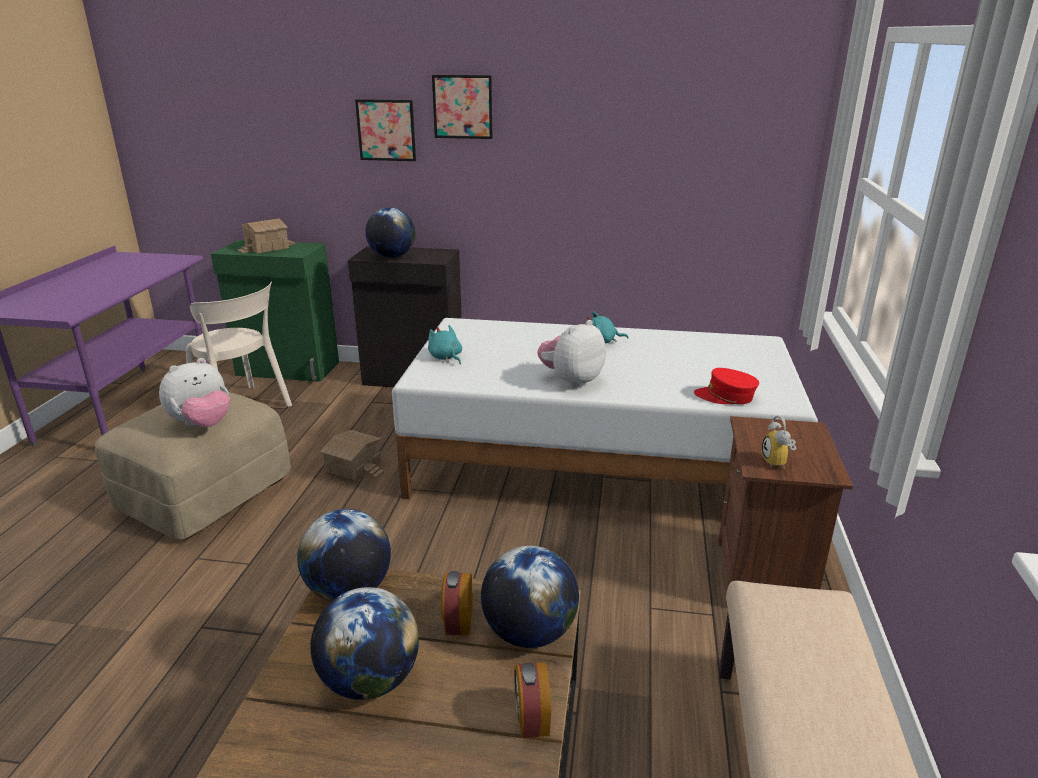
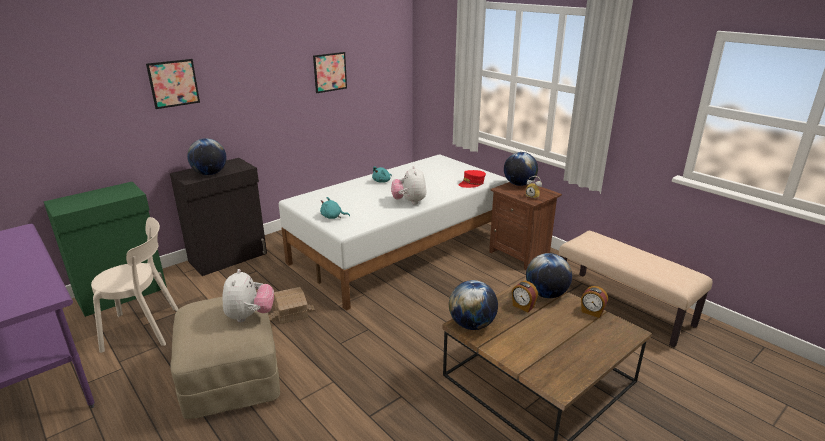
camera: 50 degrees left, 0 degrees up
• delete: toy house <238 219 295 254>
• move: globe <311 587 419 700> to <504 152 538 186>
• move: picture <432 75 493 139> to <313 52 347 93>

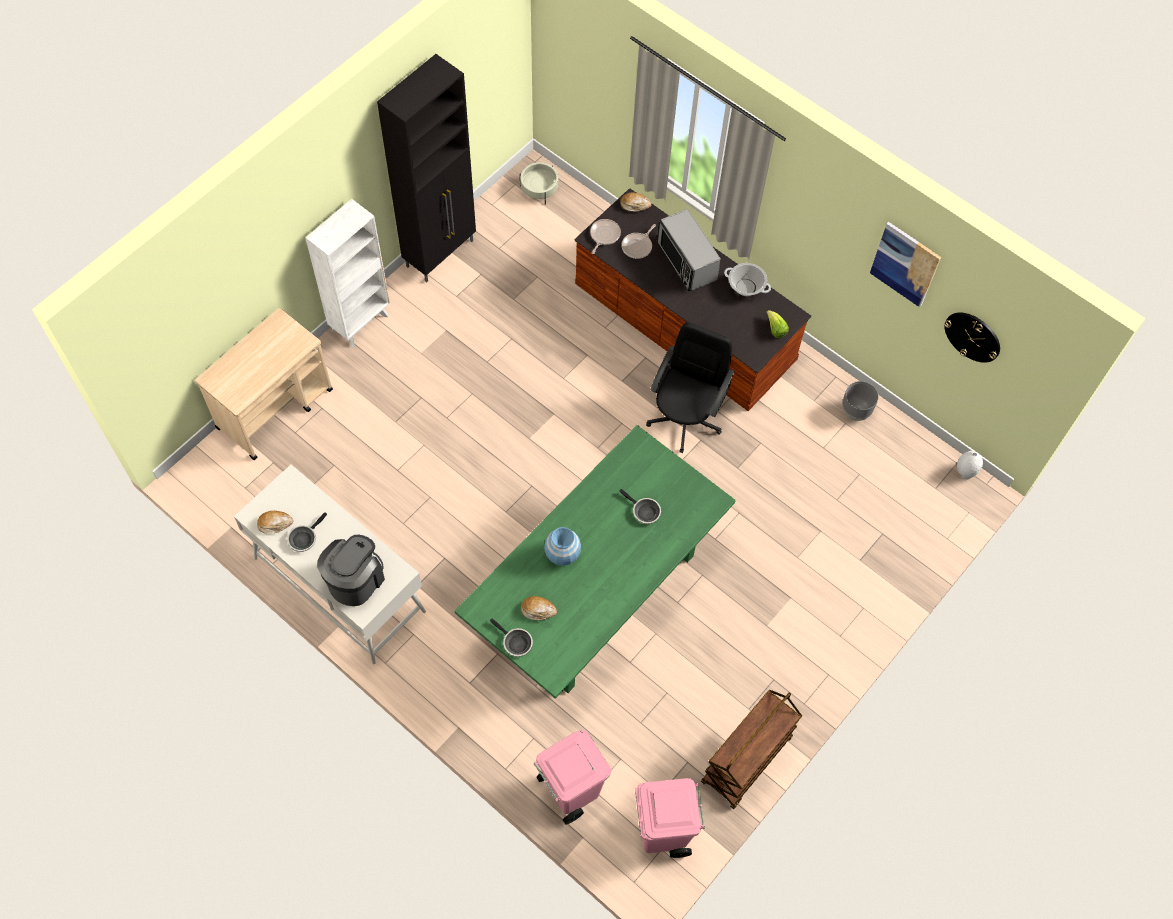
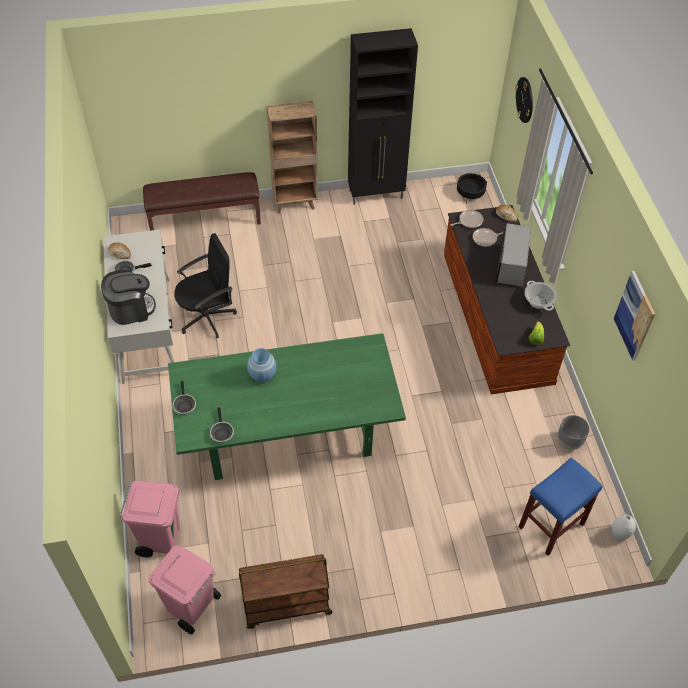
camera: 40 degrees right, 10 degrees down
• replace: cart/beige <195 308 333 460> to bench/brown <143 172 261 231>
• recolor: bookcase/white <306 199 390 347> to bookcase/brown <267 101 318 214>
• recolor: planter/beige <520 162 558 205> to planter/black <457 173 487 204>
• delete: bread <521 596 557 620>
• move: frying pan <619 489 661 524> to <210 407 234 443>
• move: office chair/black <646 322 735 453> to <174 233 237 338>
• move: wall clock <944 312 1000 363> to <515 77 533 123>
• insert: stool/blue <518 457 603 556>

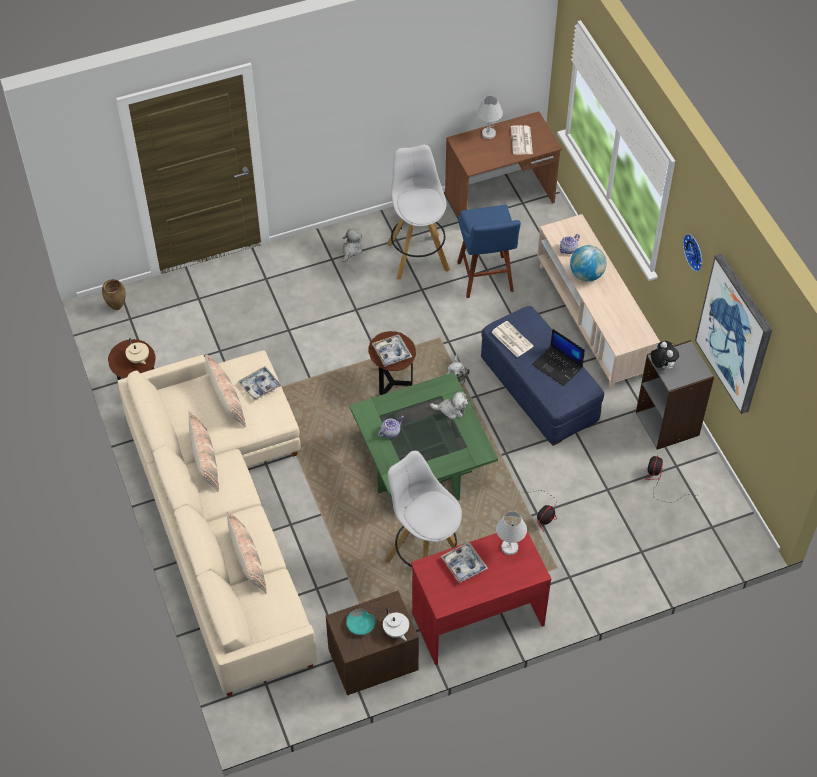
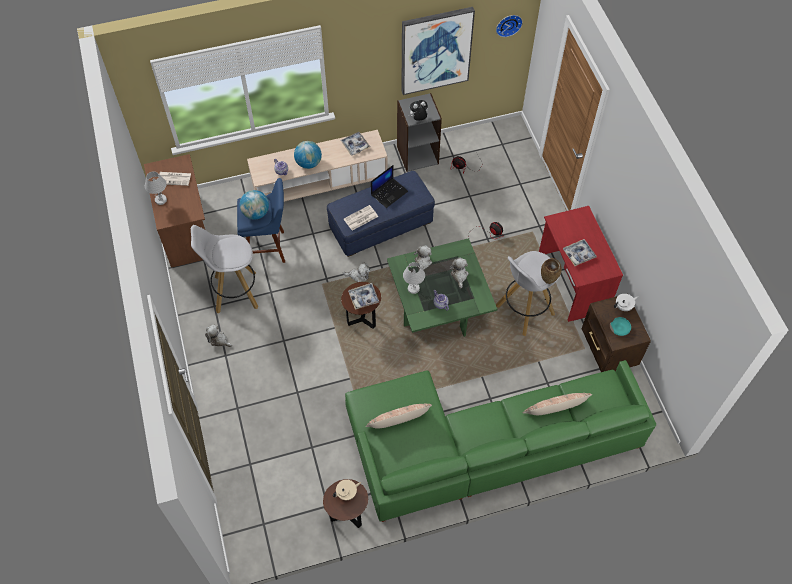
camera: 85 degrees left, 5 degrees up
• move: vase/brown <102 279 126 310> to <541 258 562 284>
• recolor: sofa/beige <118 350 317 697> to sofa/green <345 360 656 522>
• delete: pillow <188 412 219 492>
• move: tray <239 366 281 401> to <340 132 370 156>
• move: table lamp/white <496 511 527 555> to <403 262 425 294>
• move: wall clock <683 234 702 272> to <496 15 523 37>
• insert: globe <240 190 269 219>
• insert: plush toy <450 258 469 289>

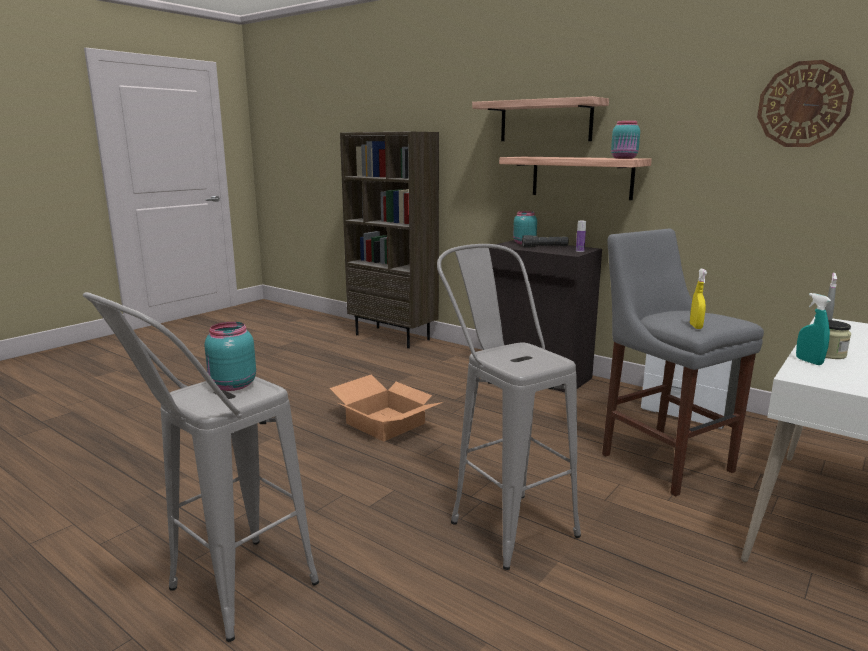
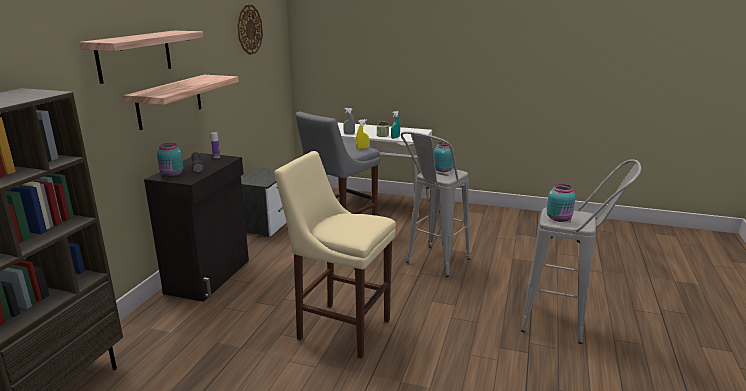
camera: 110 degrees left, 5 degrees up
• replace: cardboard box <330 375 443 442> to stool/beige <274 151 396 359>
• move: jar/turquoise <611 121 640 159> to <434 142 454 172>

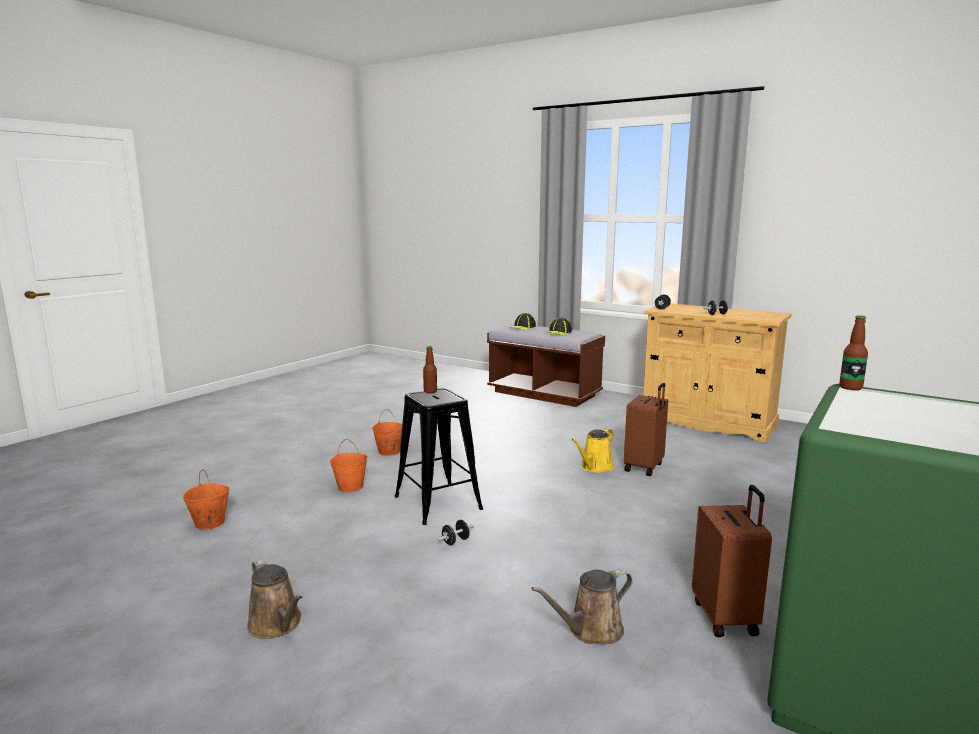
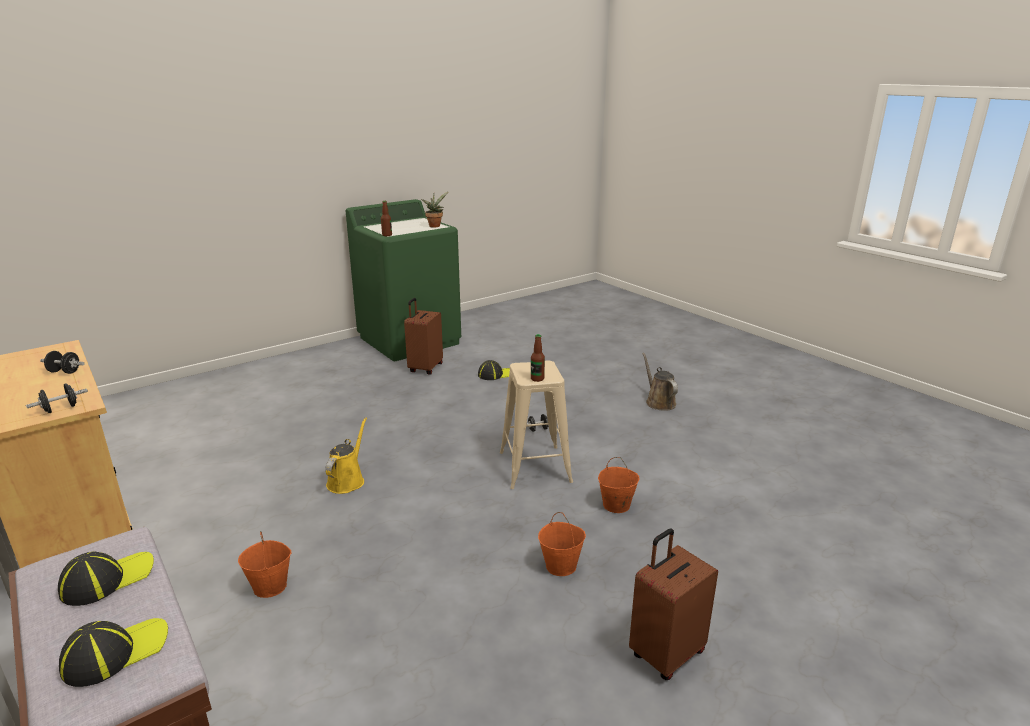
camera: 160 degrees left, 10 degrees up
• move: bucket/orange <183 469 230 530> to <238 531 292 598>
• recolor: stool/black <394 388 483 525> to stool/beige <500 361 573 489>
• replace: watering can/brown <531 569 633 644> to cap <478 360 510 380>
• rotate: watering can/yellow <571 429 614 473> = <325 417 367 494> 45 degrees counterclockwise
• move: suitcase/brown <624 383 668 476> to <629 528 718 680>
• insert: potted plant <421 191 449 228>

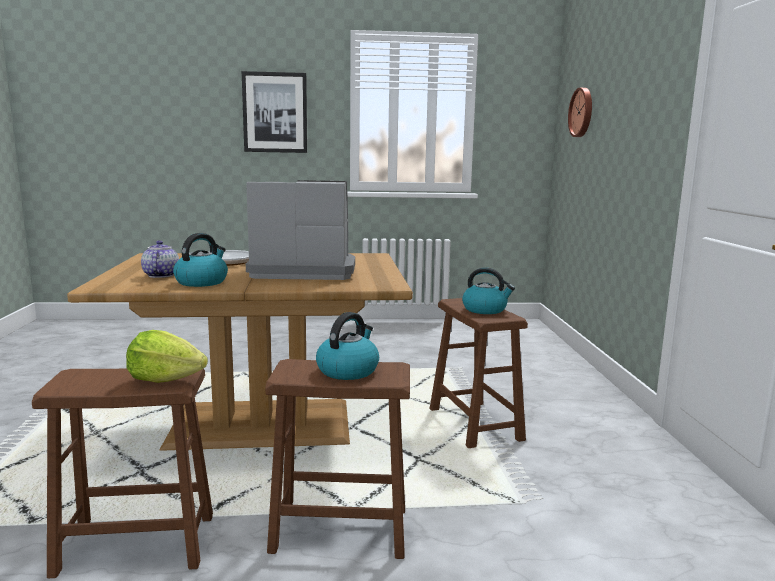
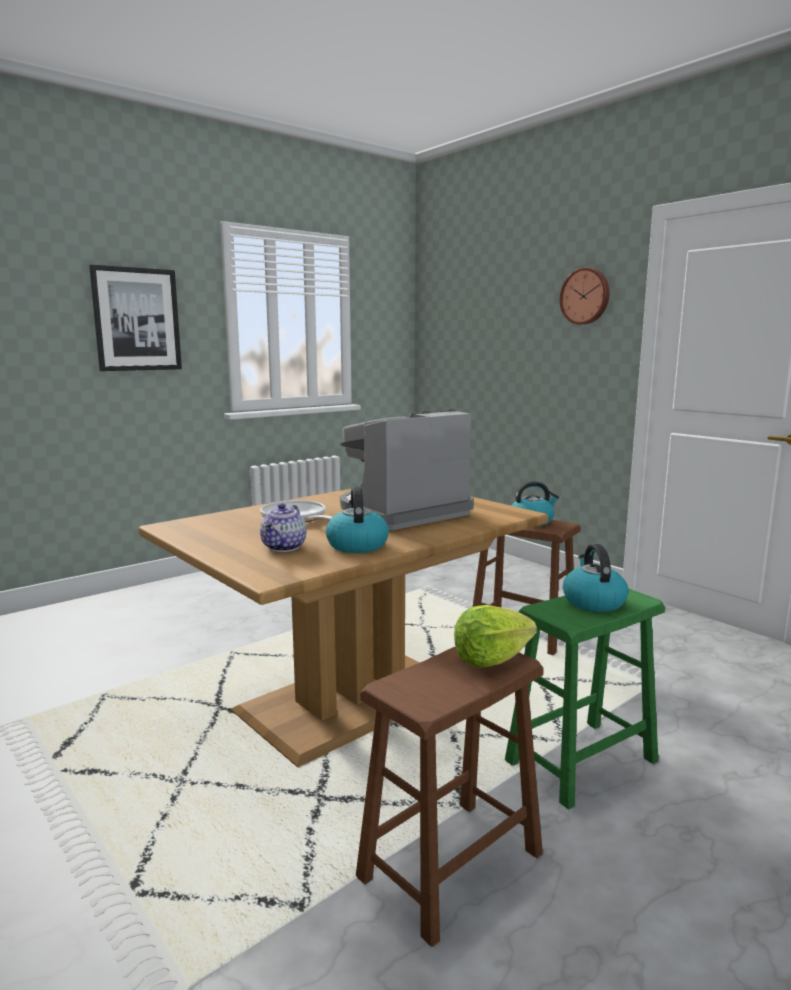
camera: 35 degrees left, 0 degrees up
• rotate: teapot <141 240 179 278> = <260 503 307 552> 120 degrees counterclockwise
• recolor: stool/brown <265 359 410 559> to stool/green <505 588 665 810>
• move: wall clock <568 88 592 137> to <560 268 609 325>

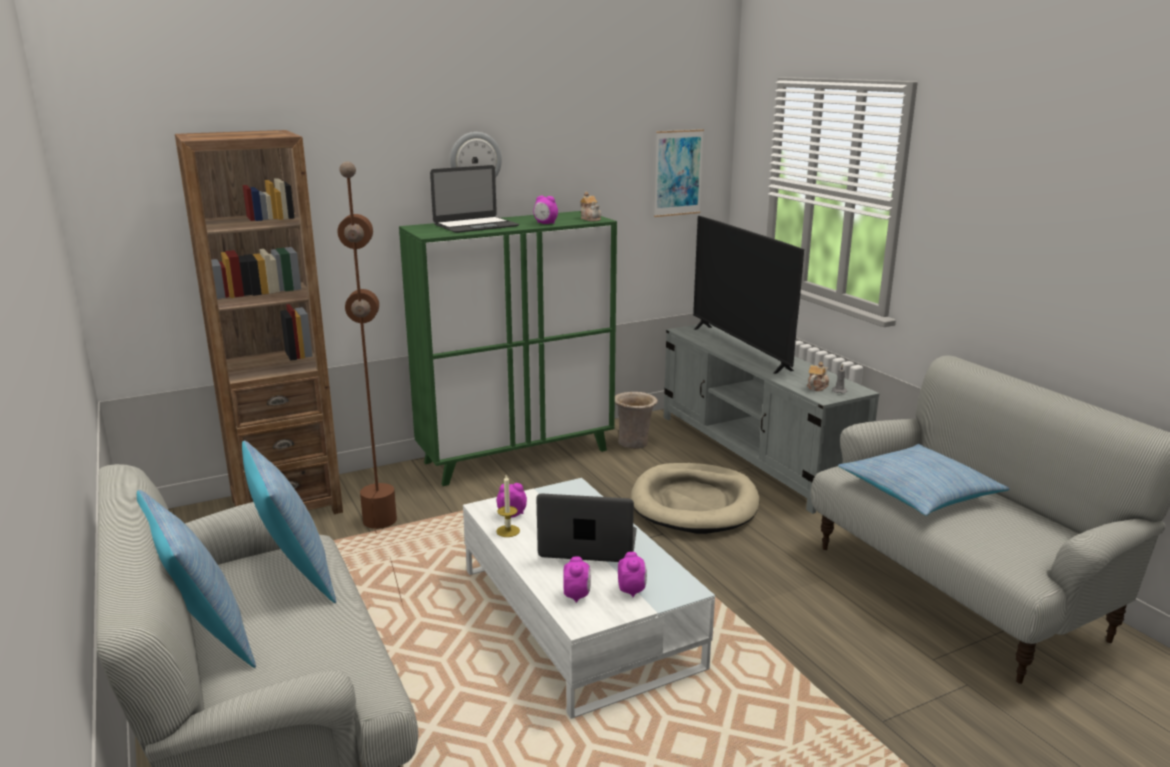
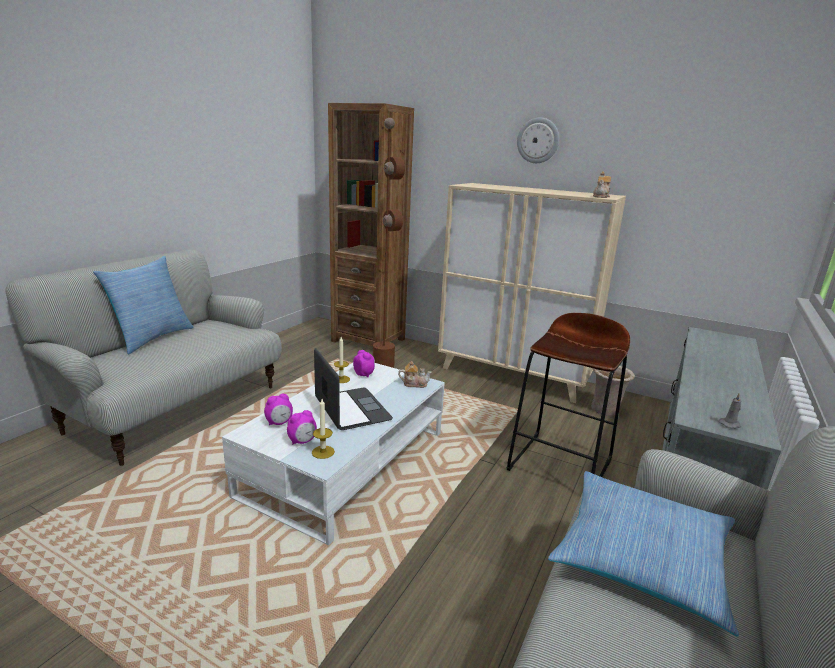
camera: 55 degrees right, 0 degrees up
• delete: pillow <242 441 336 603>
• recolor: cabinet/green <399 211 617 486> to cabinet/beige <438 183 626 403>
• delete: laptop <430 165 519 233>
• delete: alarm clock <533 196 558 224>
• replace: dog bed/beige <631 463 760 534> to stool/brown <506 313 630 477>
• delete: picture <654 129 704 217>
• delete: television <693 216 804 374>
• move: teapot <807 362 829 391> to <398 361 432 388>
• insert: candle <312 399 335 459>

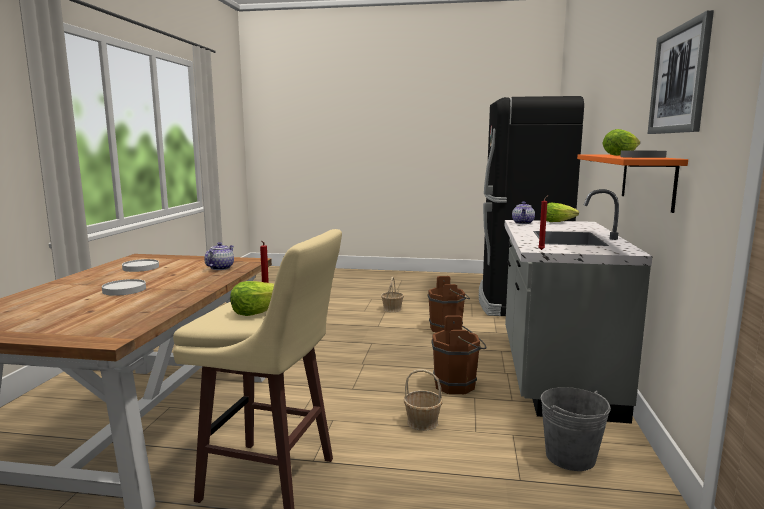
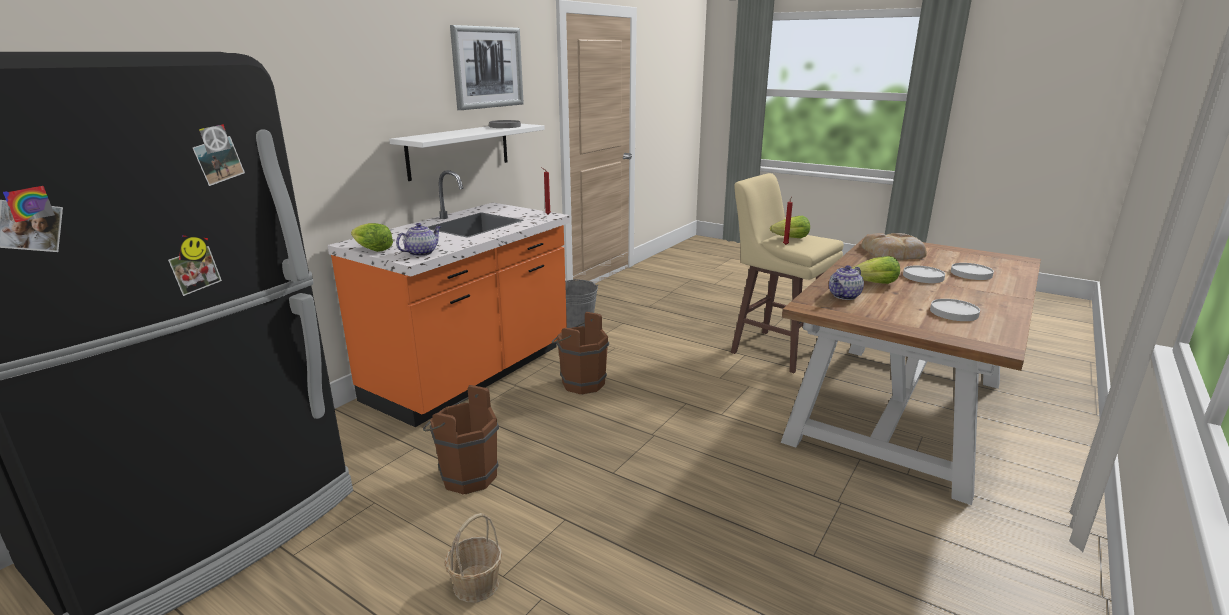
camera: 155 degrees left, 10 degrees up
• delete: basket <404 369 442 431>
• recolor: counter/grey <505 189 653 424> to counter/orange <327 170 570 427>
• recolor: shelf/orange <577 154 688 213> to shelf/white <389 124 545 181>
• move: lettuce <602 129 640 156> to <852 256 900 284>
• insert: bread <861 233 927 260>
• insert: plate/white <951 263 994 280>

